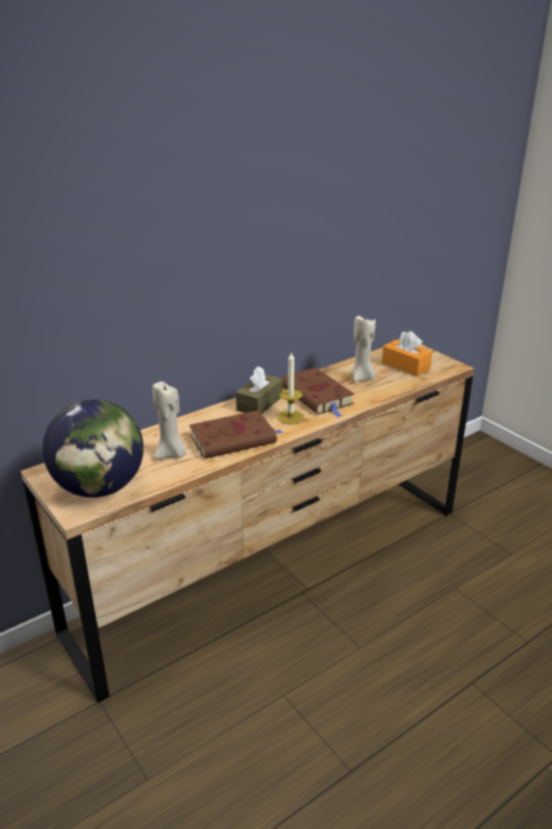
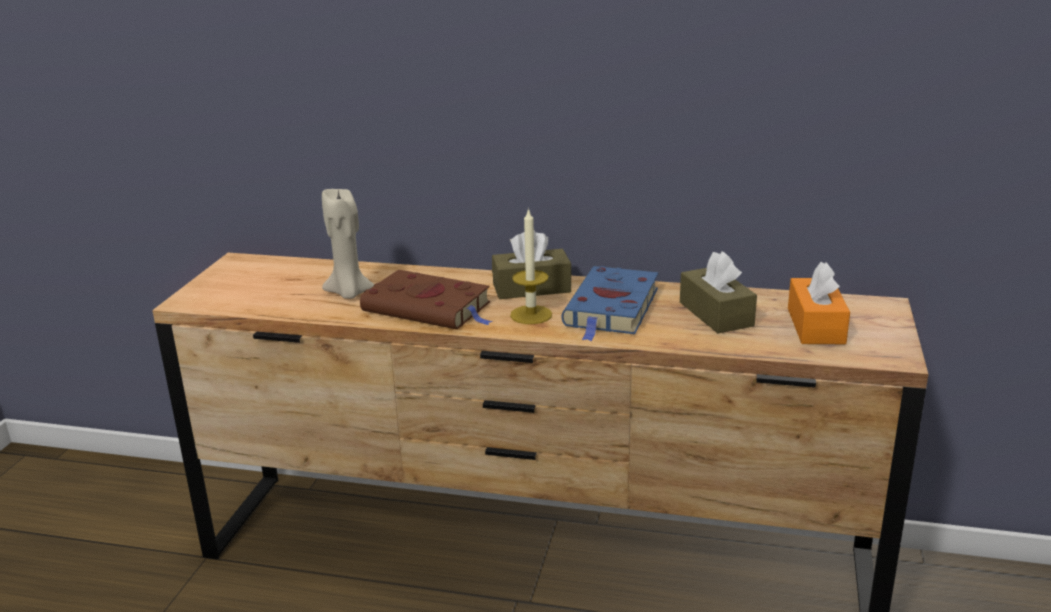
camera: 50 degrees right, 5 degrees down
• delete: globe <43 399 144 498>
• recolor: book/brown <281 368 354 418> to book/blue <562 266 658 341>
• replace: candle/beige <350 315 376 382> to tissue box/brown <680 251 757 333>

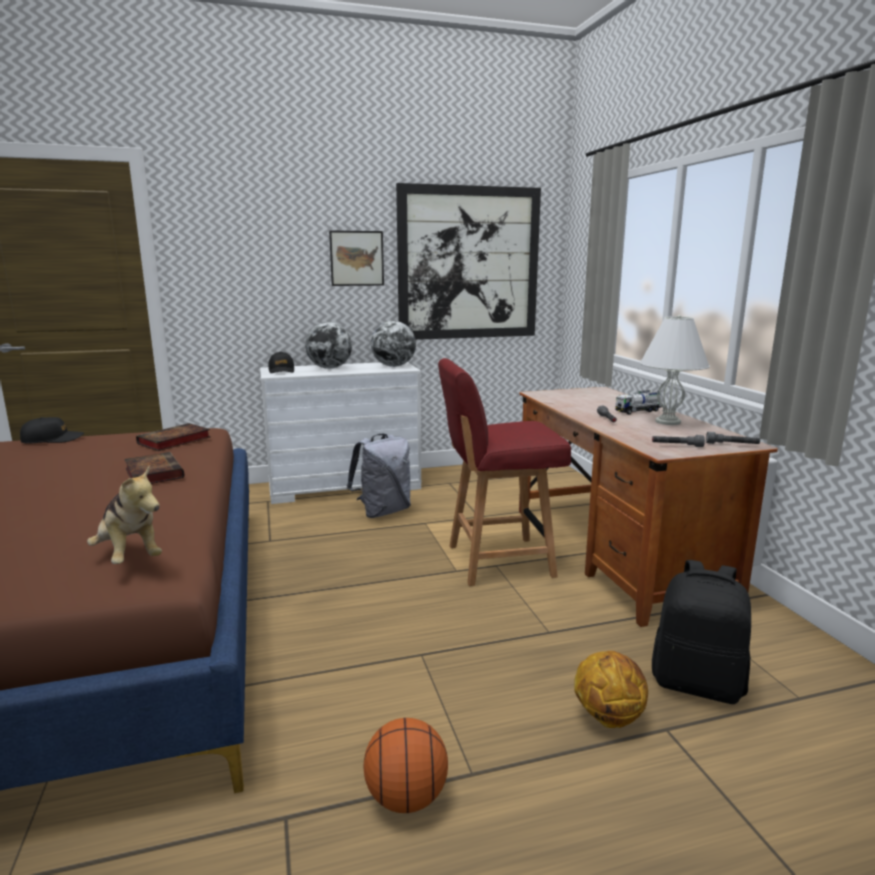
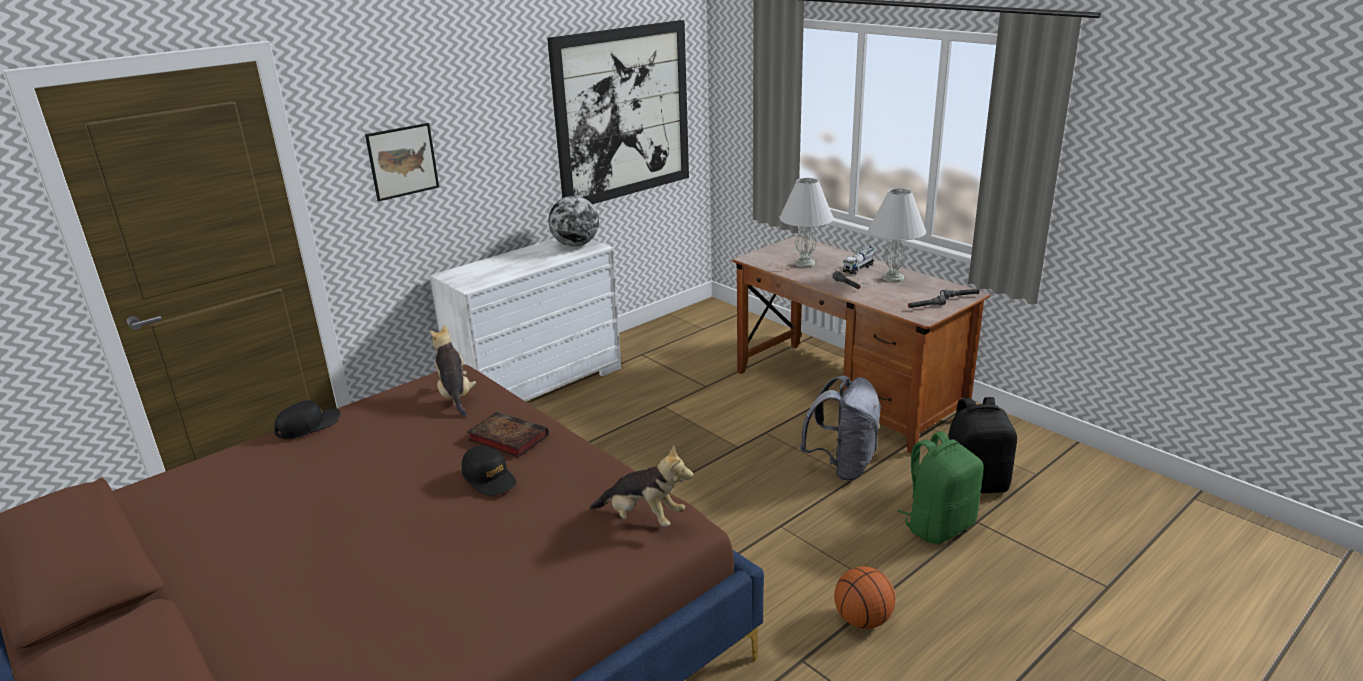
camera: 25 degrees left, 10 degrees up
• replace: book <136 423 211 451> to plush toy <430 325 476 416>
• move: cap/black <269 351 294 373> to <462 445 517 495>
• delete: globe <305 322 352 369>
• move: picture <329 230 384 286> to <365 123 439 201>
• move: backpack/grey <347 433 411 518> to <800 376 882 481>
• delete: chair/red <438 358 571 586>
• replace: basketball <574 651 648 728> to backpack/green <897 431 983 544>
• insert: table lamp/white <779 178 834 268>

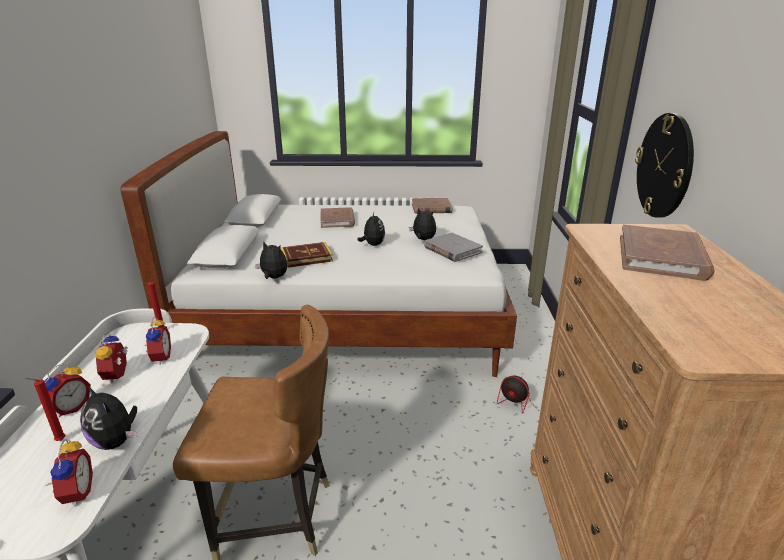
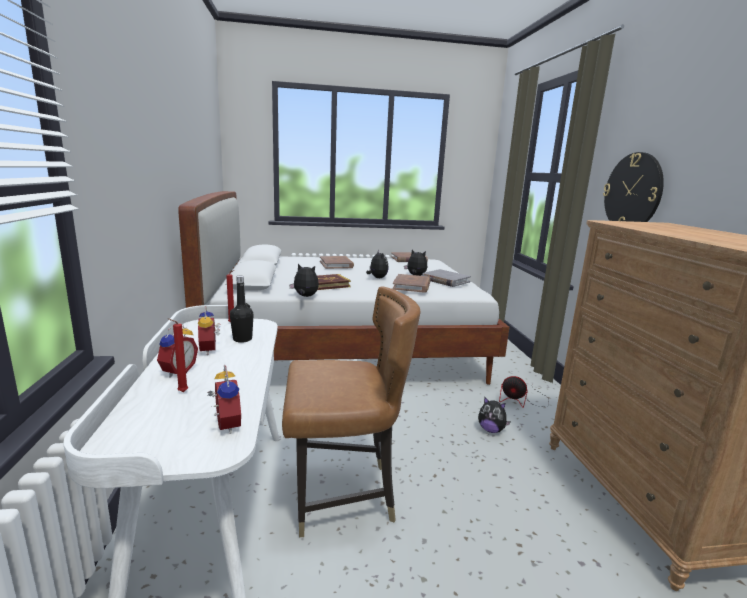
camera: 10 degrees left, 10 degrees down
• move: plush toy <80 386 137 450> to <478 397 511 433>
• replace: alarm clock <144 316 171 365> to bottle/black <230 276 254 343>
• move: book/brown <620 225 714 281> to <392 274 431 293>

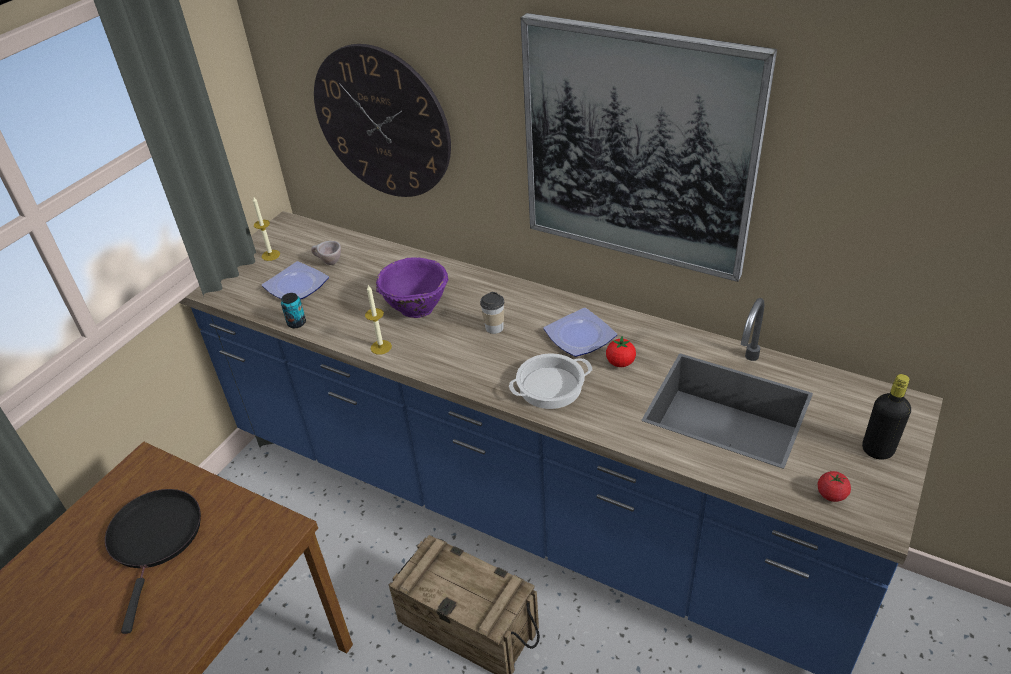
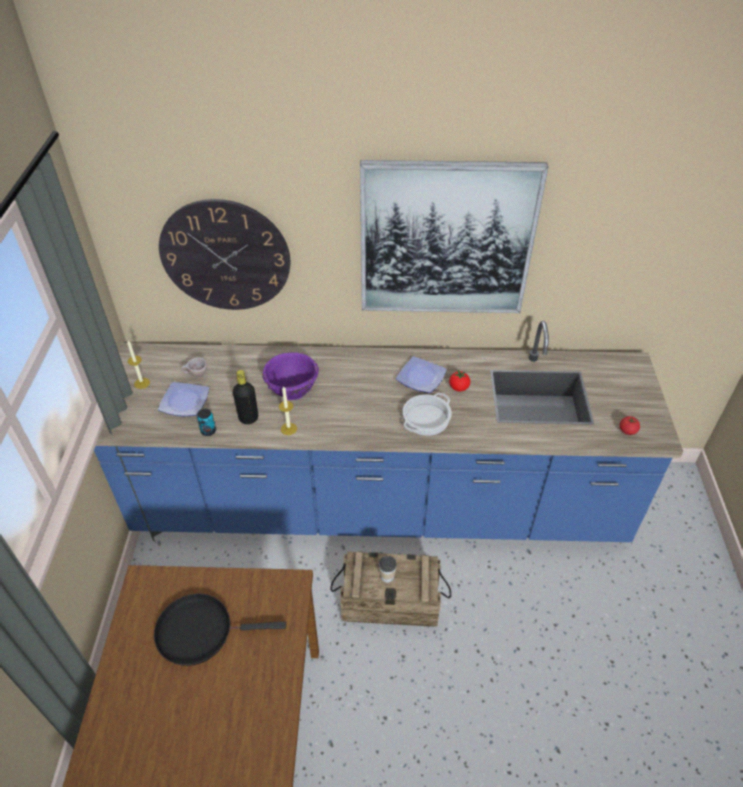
camera: 30 degrees left, 5 degrees up
• rotate: frying pan/black <105 489 201 634> = <154 594 286 666> 60 degrees counterclockwise
• move: cup <480 292 504 334> to <379 556 397 583>
• move: bottle/black <862 374 911 460> to <233 370 258 424>

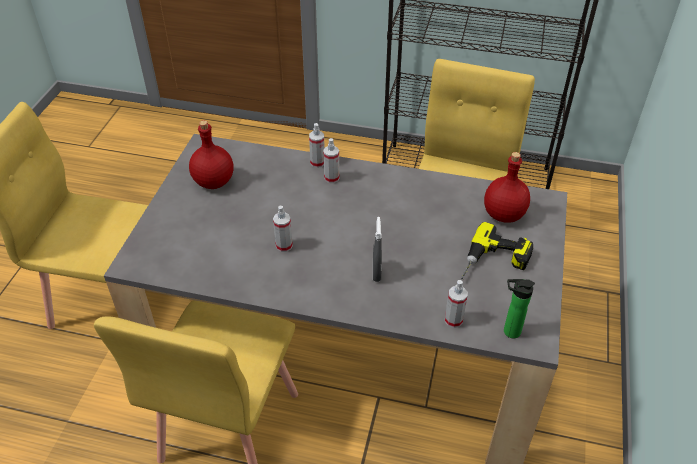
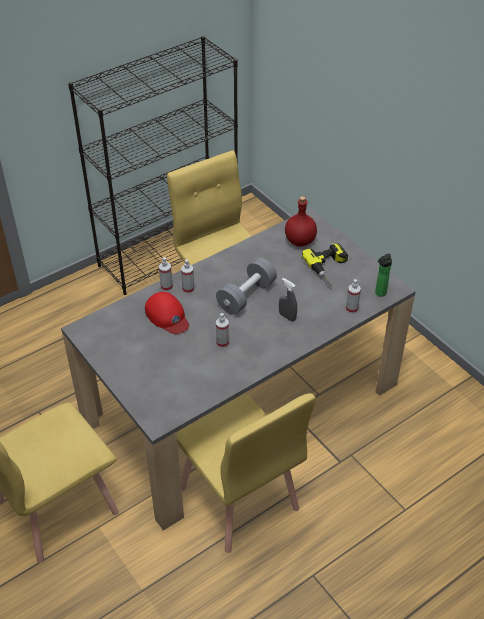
camera: 50 degrees left, 0 degrees up
• delete: bottle/red <189 120 234 189>
• insert: cap/red <145 292 189 334>
• insert: dumbbell/grey <216 257 277 315>

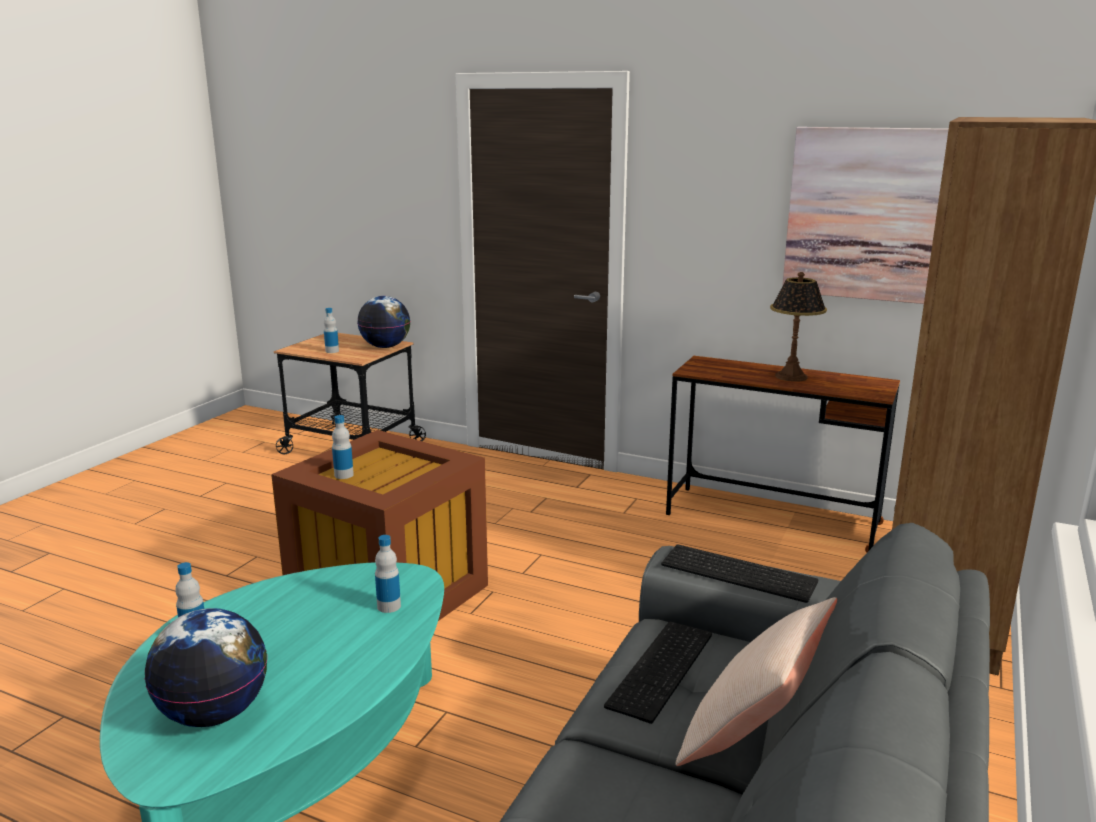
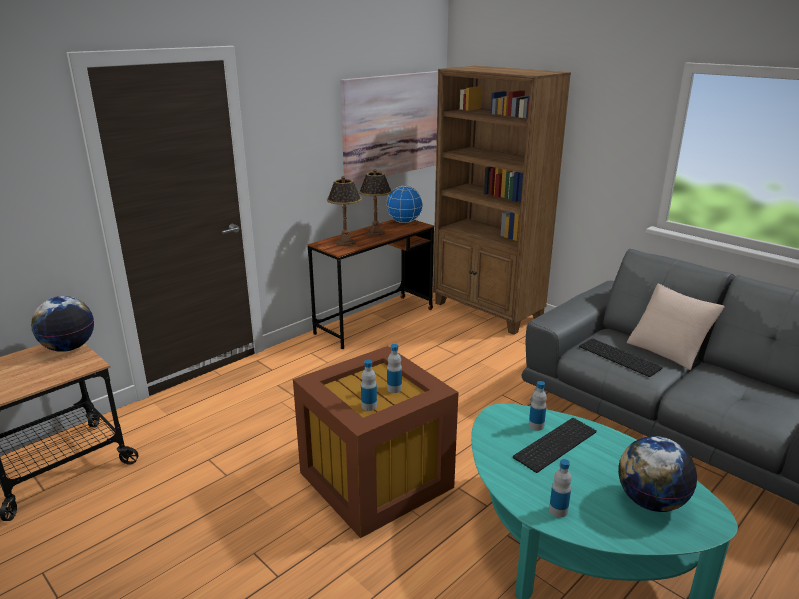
camera: 70 degrees left, 5 degrees up
• move: bottle <324 308 339 353> to <387 344 402 393>
• move: keyboard <661 544 819 603> to <513 418 597 473>
• insert: table lamp <327 176 362 246>
• insert: globe <386 186 423 223>

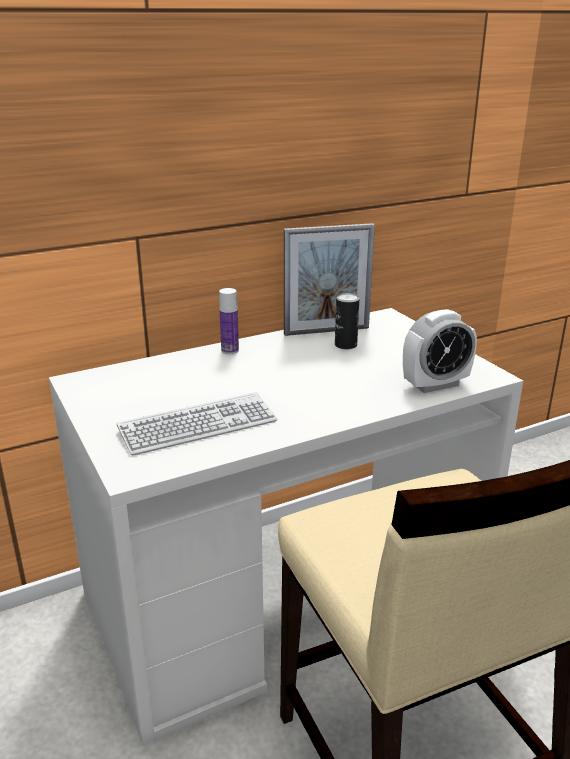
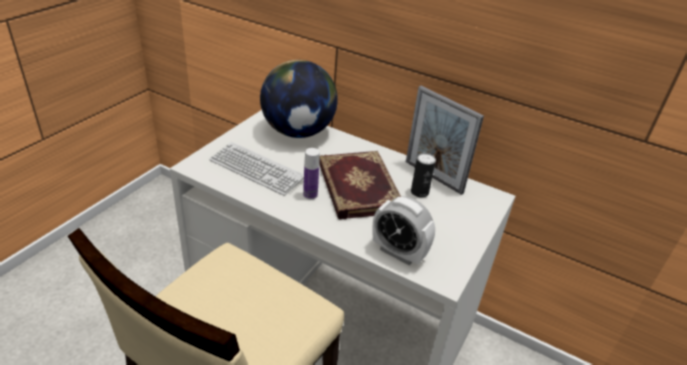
camera: 55 degrees right, 10 degrees up
• move: bottle <219 288 239 354> to <303 148 320 199>
• insert: globe <260 60 338 138>
• insert: book <319 151 401 220>

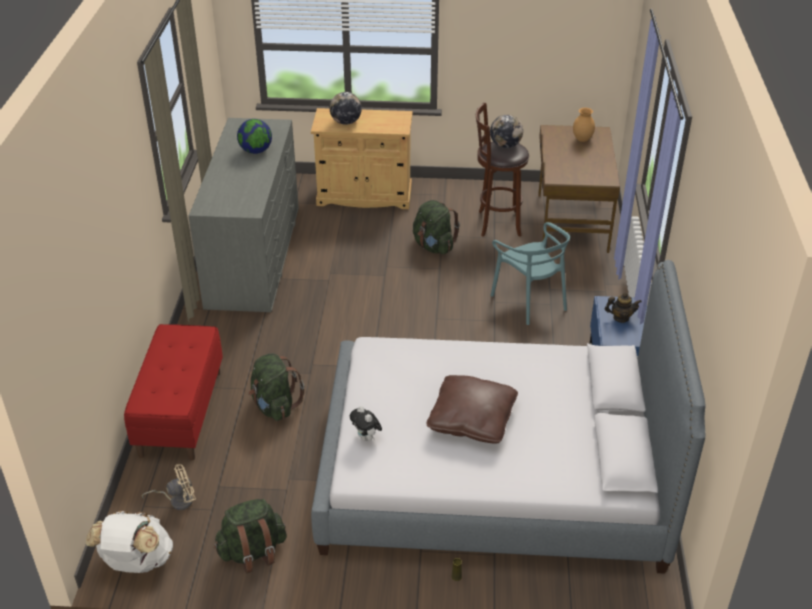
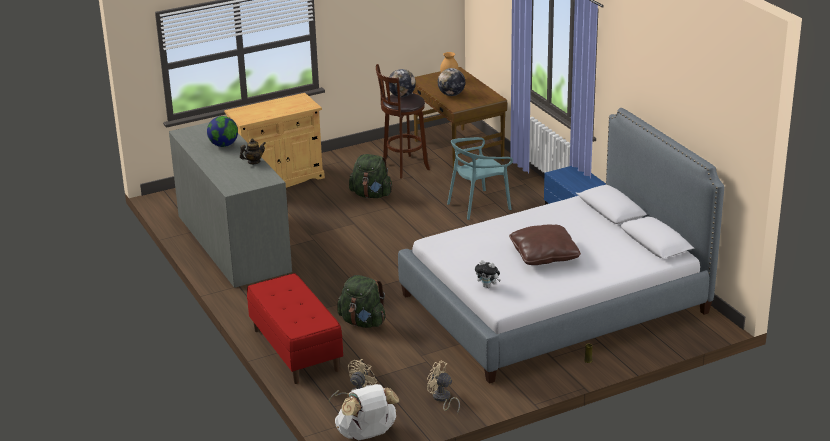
camera: 30 degrees left, 10 degrees down
• replace: backpack/green <214 499 287 574> to fan/beige <427 361 460 414>
• move: globe <330 92 362 125> to <438 68 465 96>
• rotate: chair/turquoise <491 222 570 325> = <447 137 513 220> 120 degrees clockwise
• move: teapot <605 293 642 323> to <240 138 265 164>

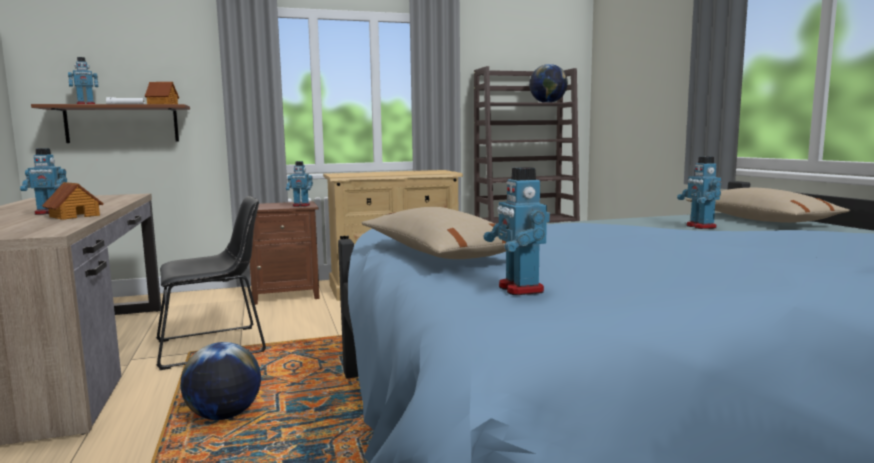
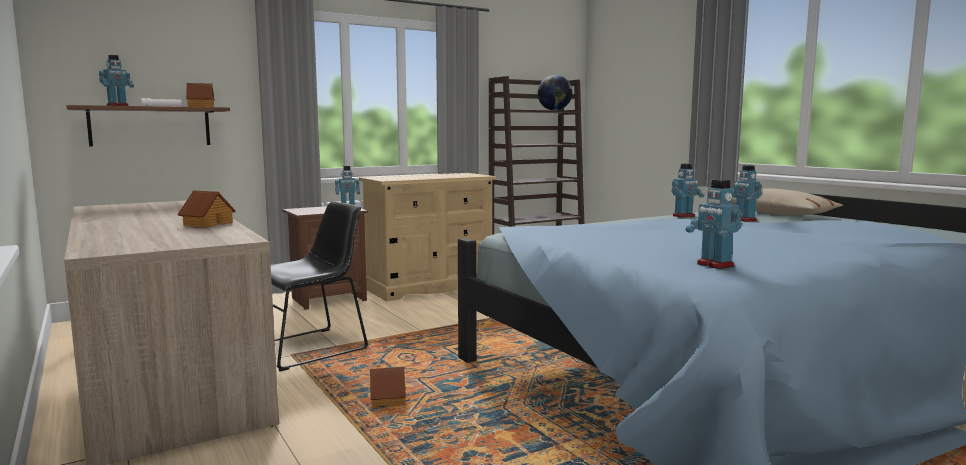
camera: 15 degrees left, 0 degrees up
• move: toy robot <20 148 67 215> to <671 164 704 218>
• replace: globe <181 342 261 420> to toy house <369 367 406 407>
• delete: pillow/beige <362 207 506 259>

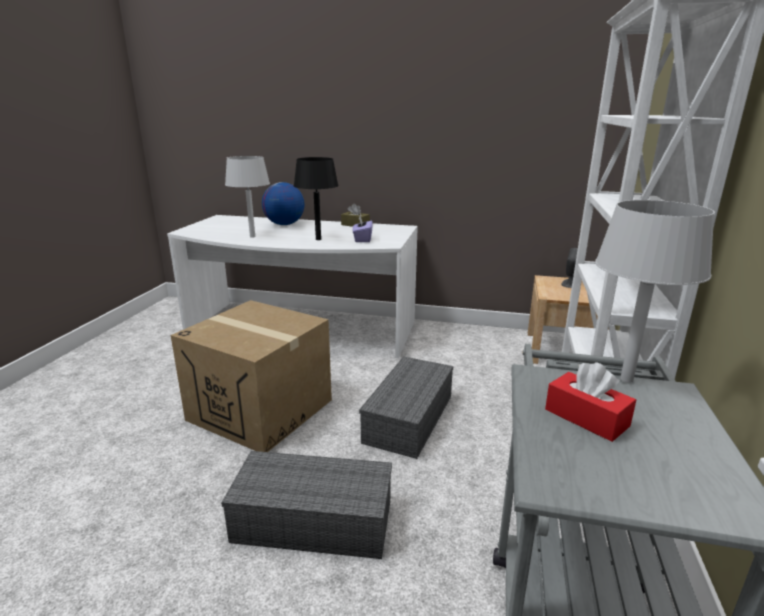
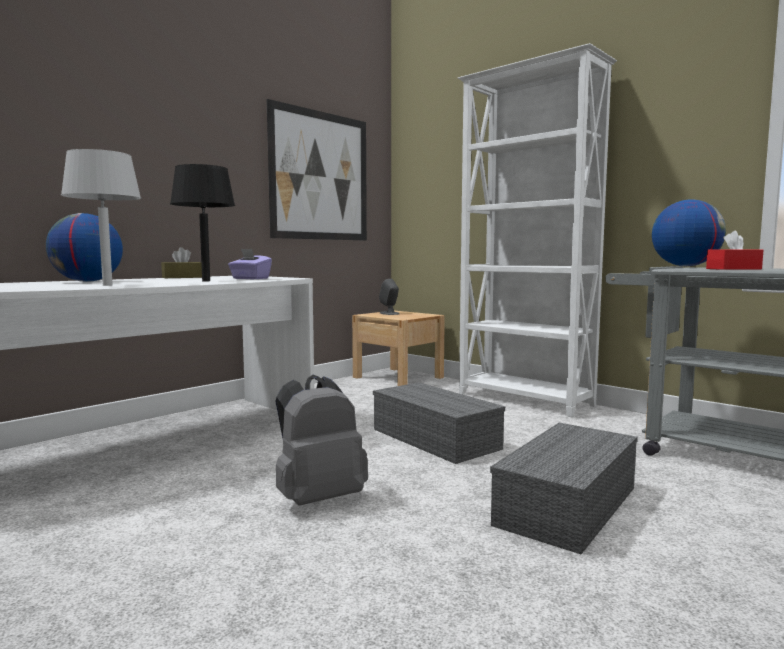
camera: 60 degrees left, 15 degrees down
• replace: cardboard box <171 300 332 452> to backpack/grey <275 375 368 506>
• replace: table lamp/grey <595 200 715 383> to globe <652 199 726 266>
• insert: picture <267 99 367 240>

